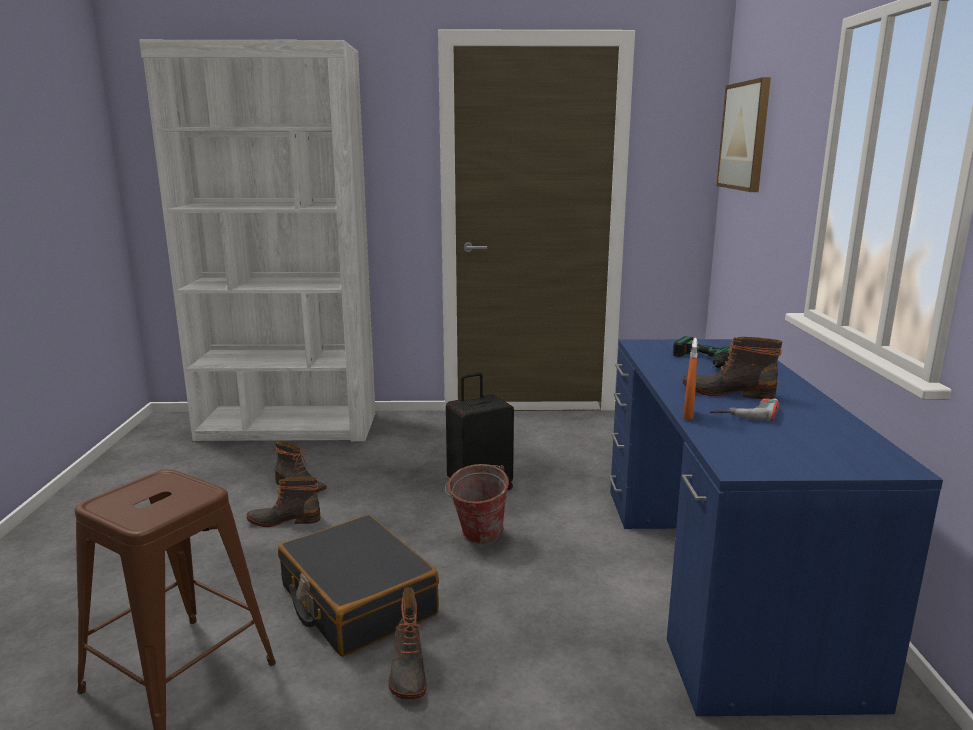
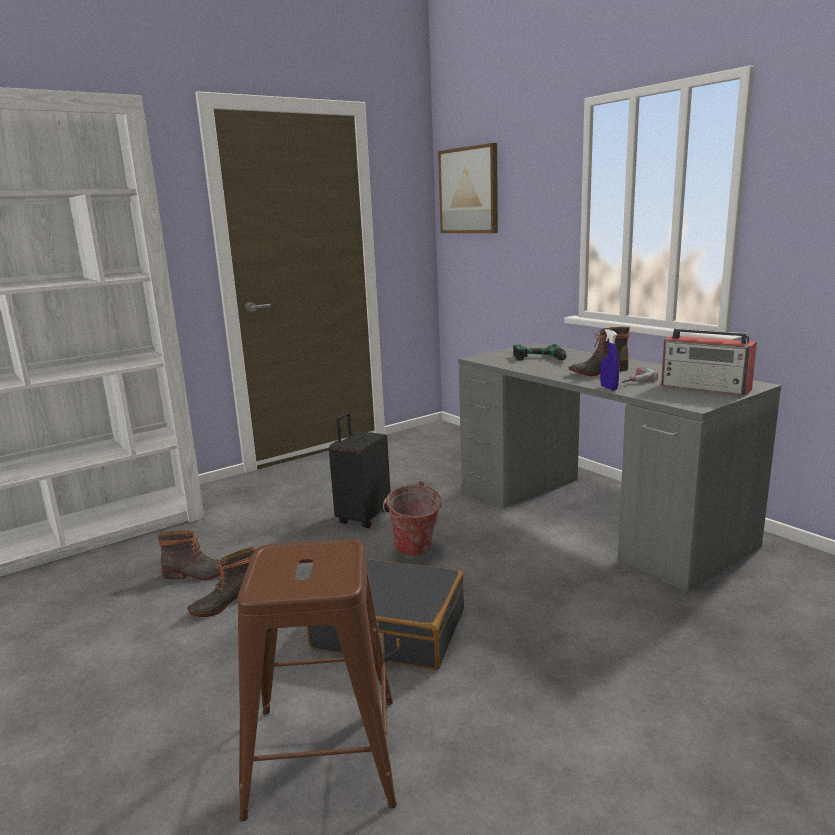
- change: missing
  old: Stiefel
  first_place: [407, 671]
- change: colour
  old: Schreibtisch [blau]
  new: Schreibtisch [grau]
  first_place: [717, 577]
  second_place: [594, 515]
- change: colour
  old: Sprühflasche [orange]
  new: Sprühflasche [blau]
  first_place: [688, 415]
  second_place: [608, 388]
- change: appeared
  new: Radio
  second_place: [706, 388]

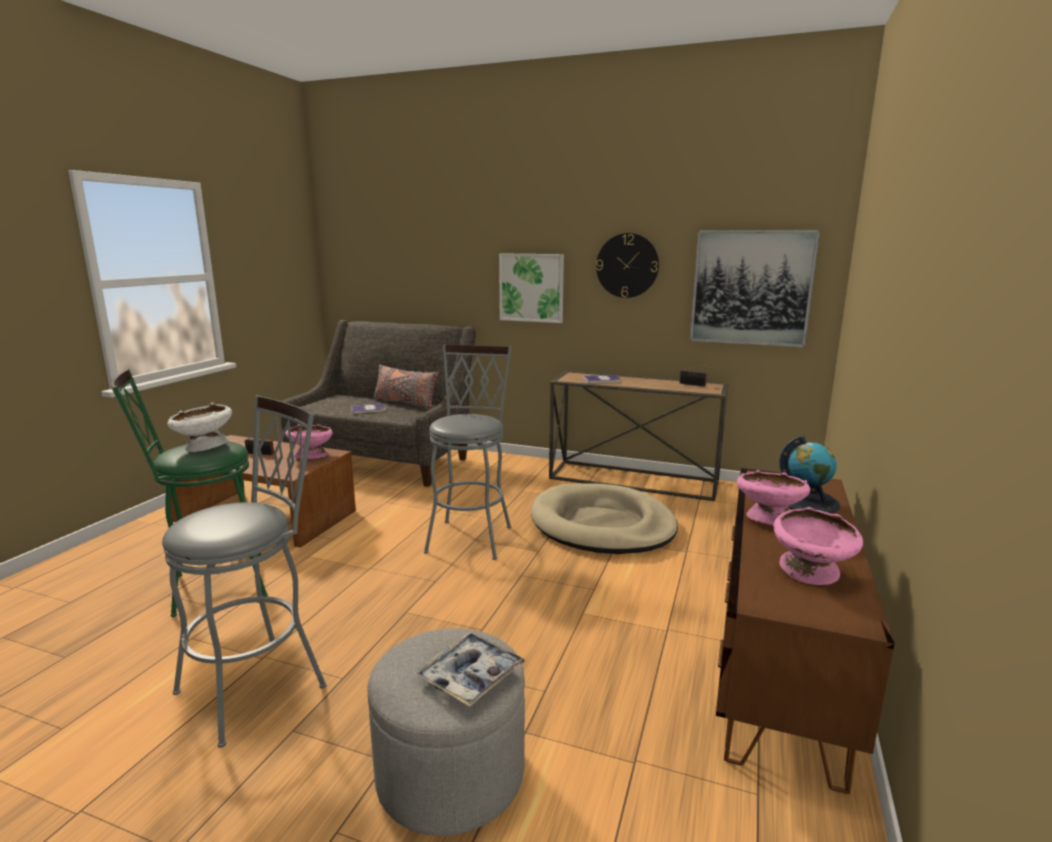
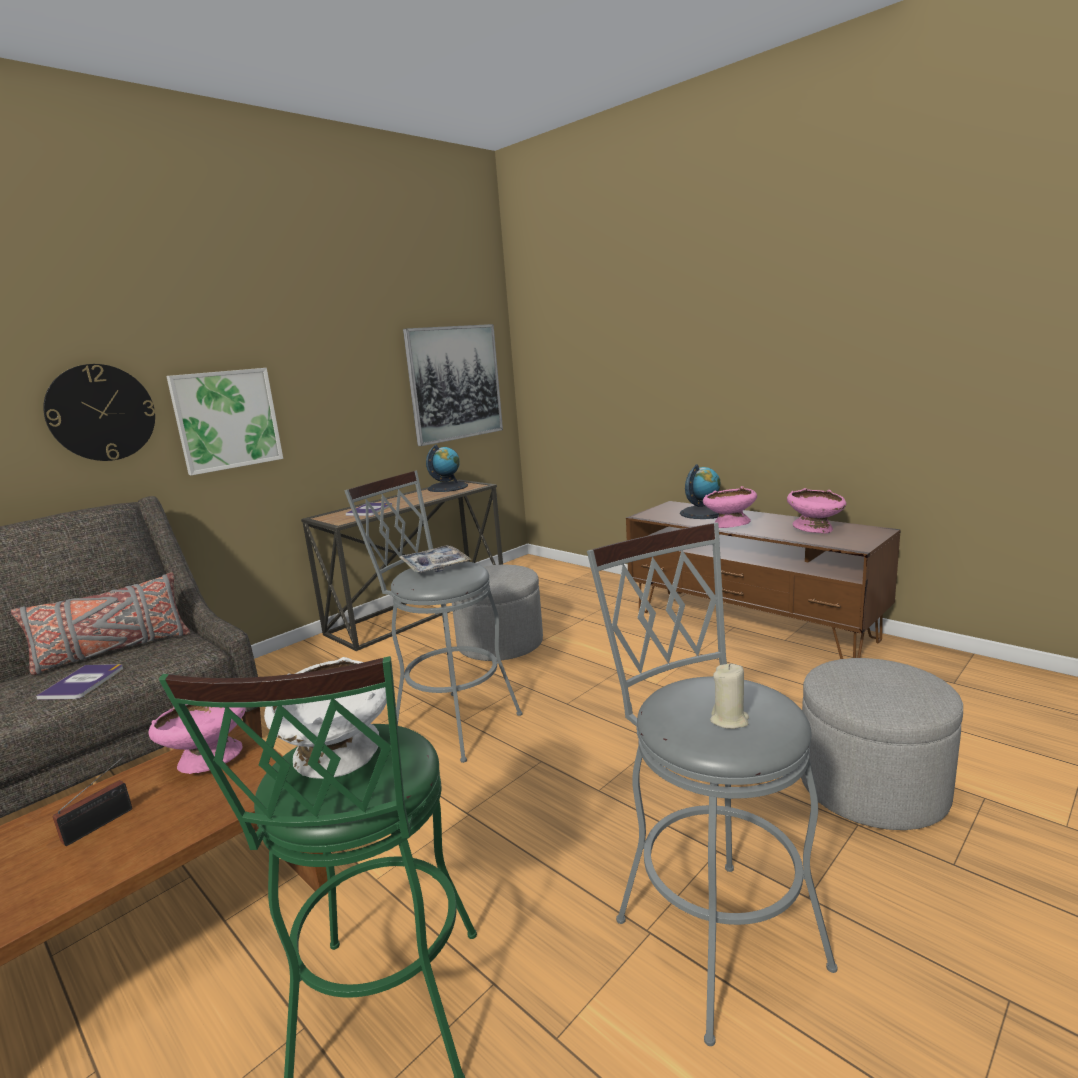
- change: relocated
  old: Tablett
  first_place: [470, 676]
  second_place: [435, 566]
- change: exchanged
  old: Hundebett [beige]
  new: Polsterhocker [grau]
  first_place: [602, 525]
  second_place: [500, 643]
- change: relocated
  old: Wanduhr
  first_place: [627, 265]
  second_place: [101, 412]
- change: exchanged
  old: Radio
  new: Globus
  first_place: [693, 384]
  second_place: [447, 487]
- change: appeared
  new: Kerze [beige]
  second_place: [729, 720]

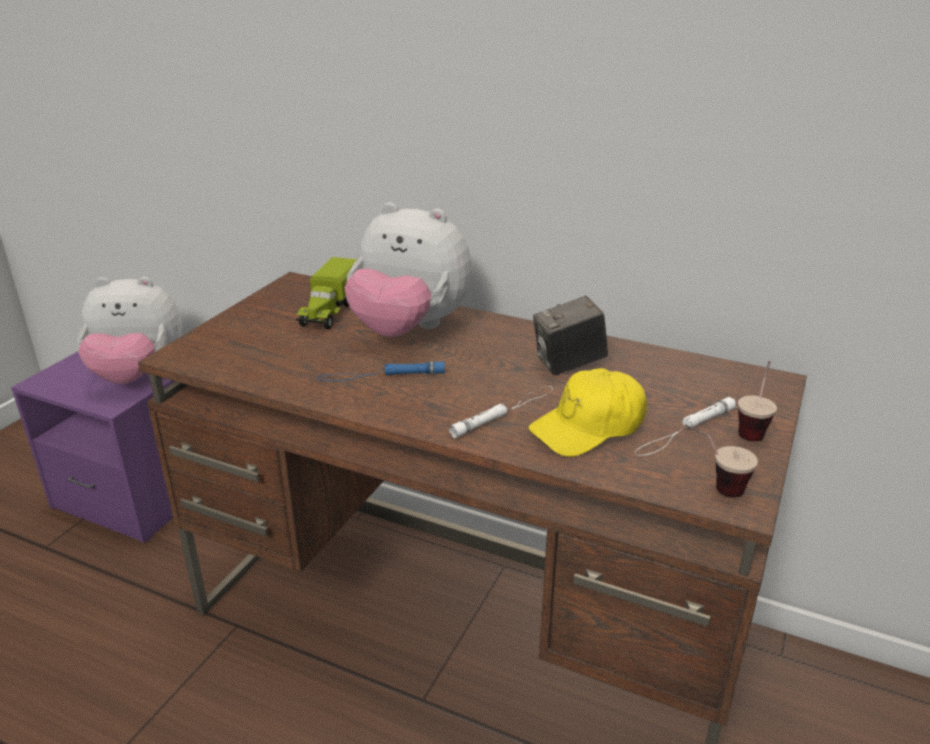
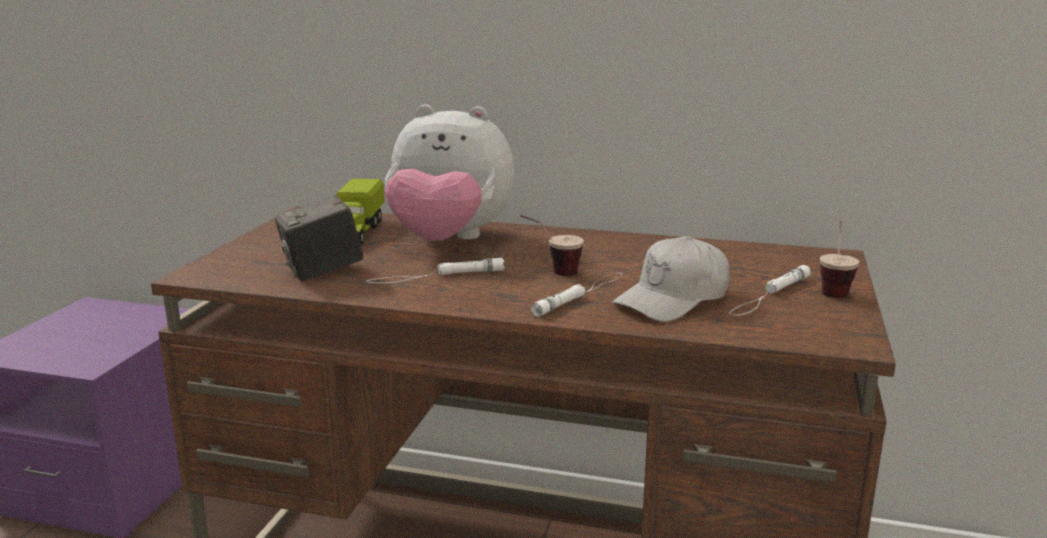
- change: missing
  old: Plüschtier
  first_place: [138, 374]
- change: colour
  old: Taschenlampe [blau]
  new: Taschenlampe [weiß]
  first_place: [381, 375]
  second_place: [436, 276]
- change: colour
  old: Kappe [gelb]
  new: Kappe [weiß]
  first_place: [589, 427]
  second_place: [673, 300]
- change: relocated
  old: Kamera
  first_place: [568, 364]
  second_place: [322, 272]
- change: relocated
  old: Tasse
  first_place: [712, 486]
  second_place: [551, 272]

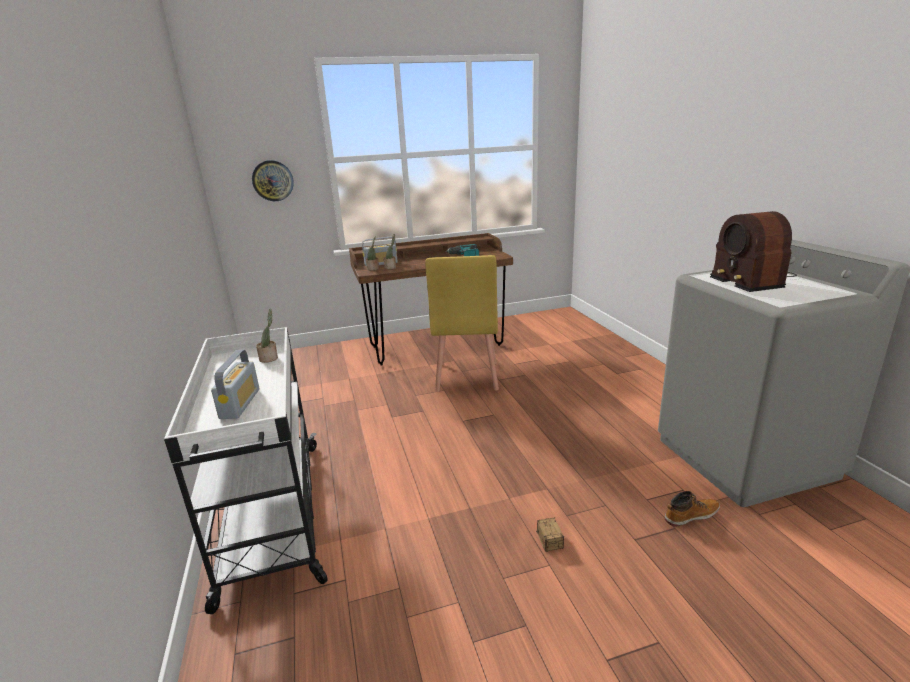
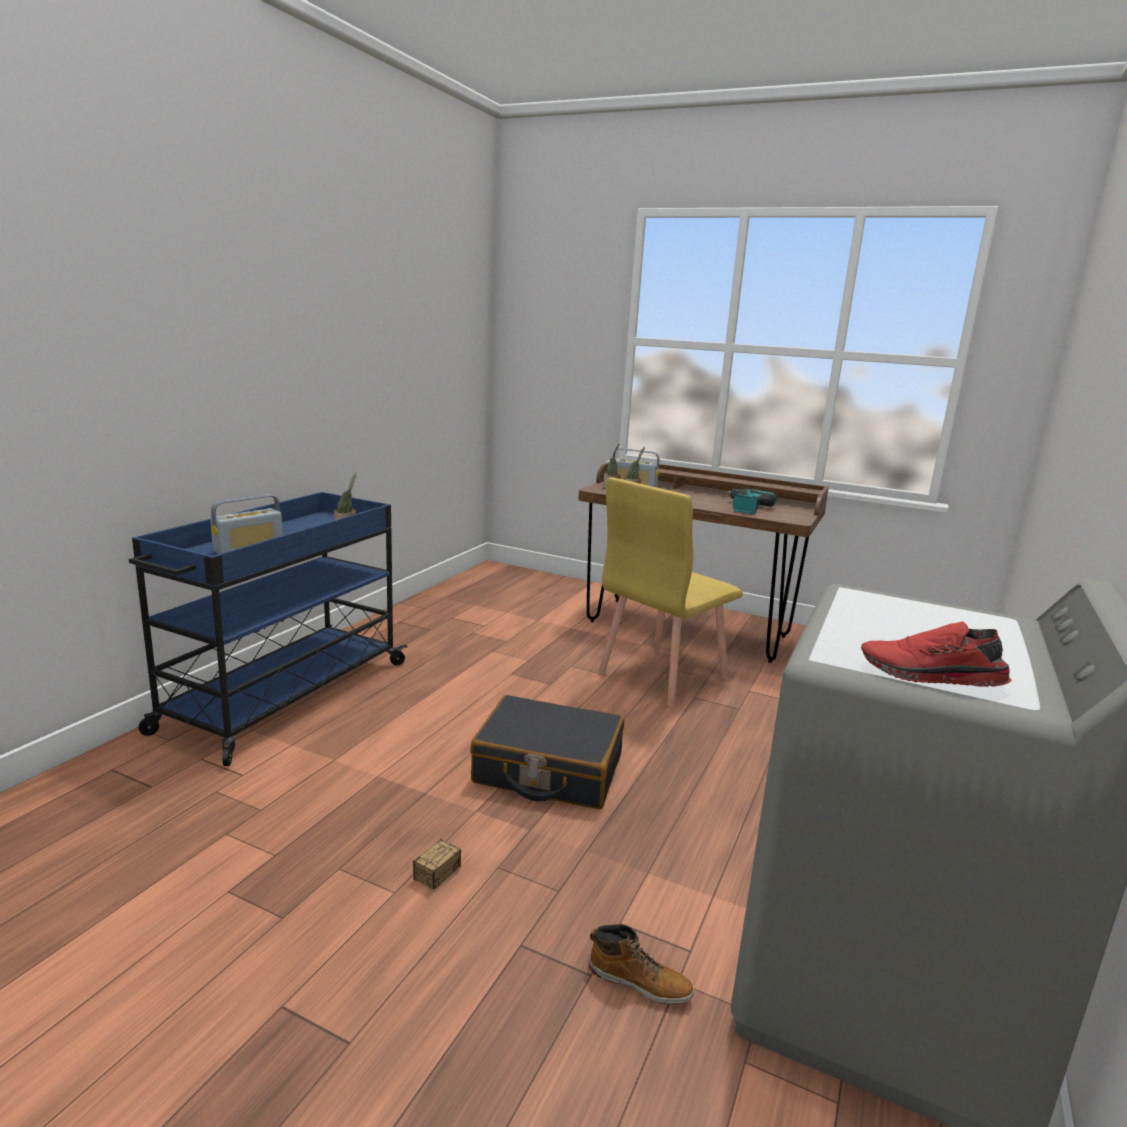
- change: colour
  old: Rollwagen [weiß]
  new: Rollwagen [blau]
  first_place: [272, 516]
  second_place: [284, 697]
- change: missing
  old: Wanduhr
  first_place: [273, 180]
- change: missing
  old: Radio
  first_place: [750, 280]
- change: appeared
  new: Koffer [schwarz]
  second_place: [548, 770]
- change: appeared
  new: Schuh [rot]
  second_place: [930, 676]

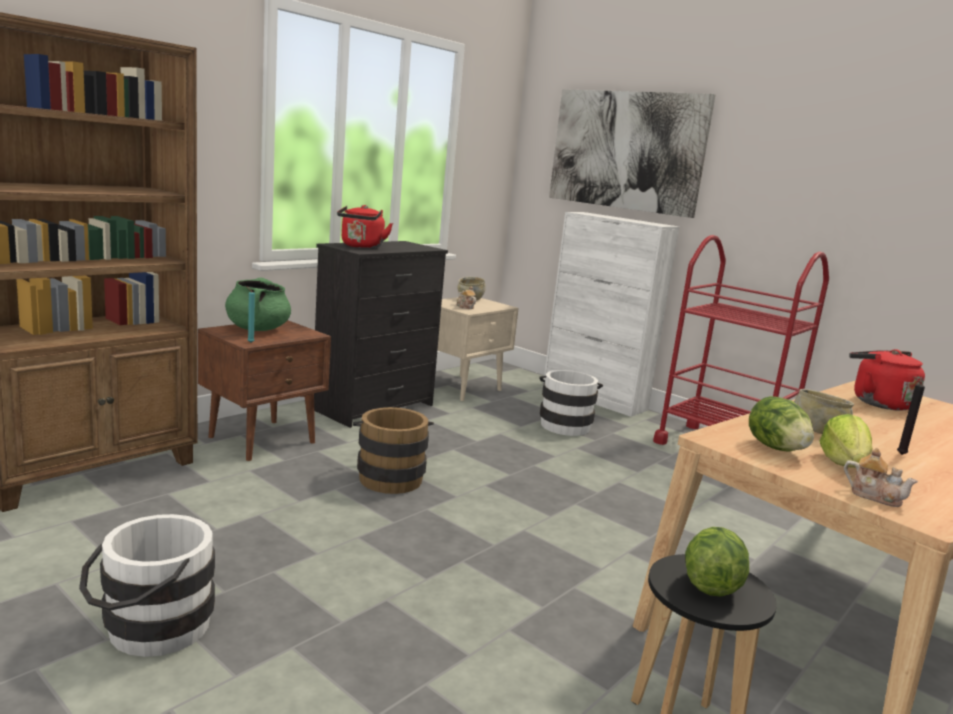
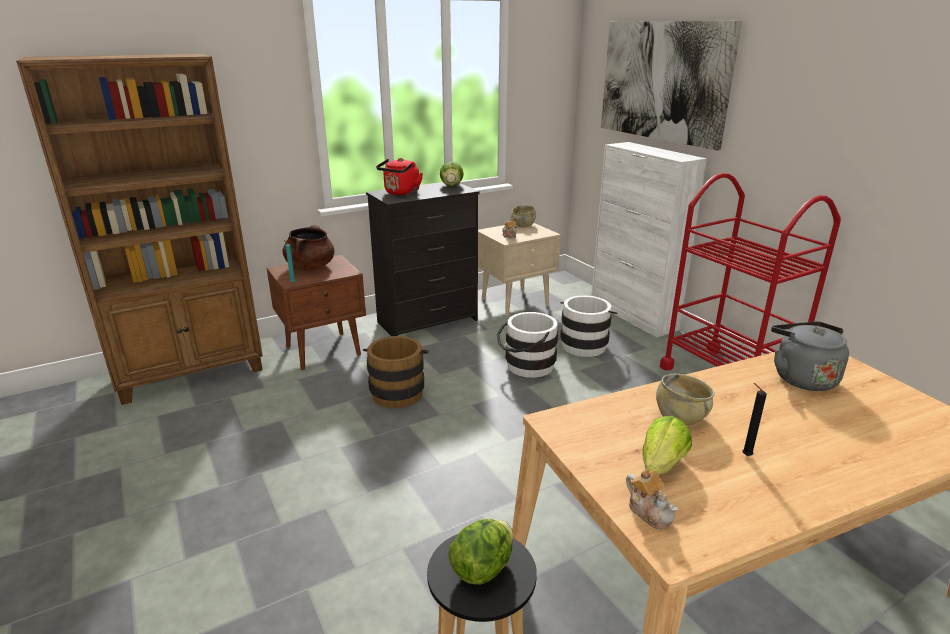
- change: relocated
  old: Eimer [weiß]
  first_place: [149, 630]
  second_place: [525, 367]
- change: colour
  old: Kochtopf [grün]
  new: Kochtopf [braun]
  first_place: [257, 329]
  second_place: [310, 267]
- change: relocated
  old: Salatkopf
  first_place: [776, 448]
  second_place: [451, 185]
- change: colour
  old: Wasserkessel [rot]
  new: Wasserkessel [grau]
  first_place: [878, 402]
  second_place: [801, 377]

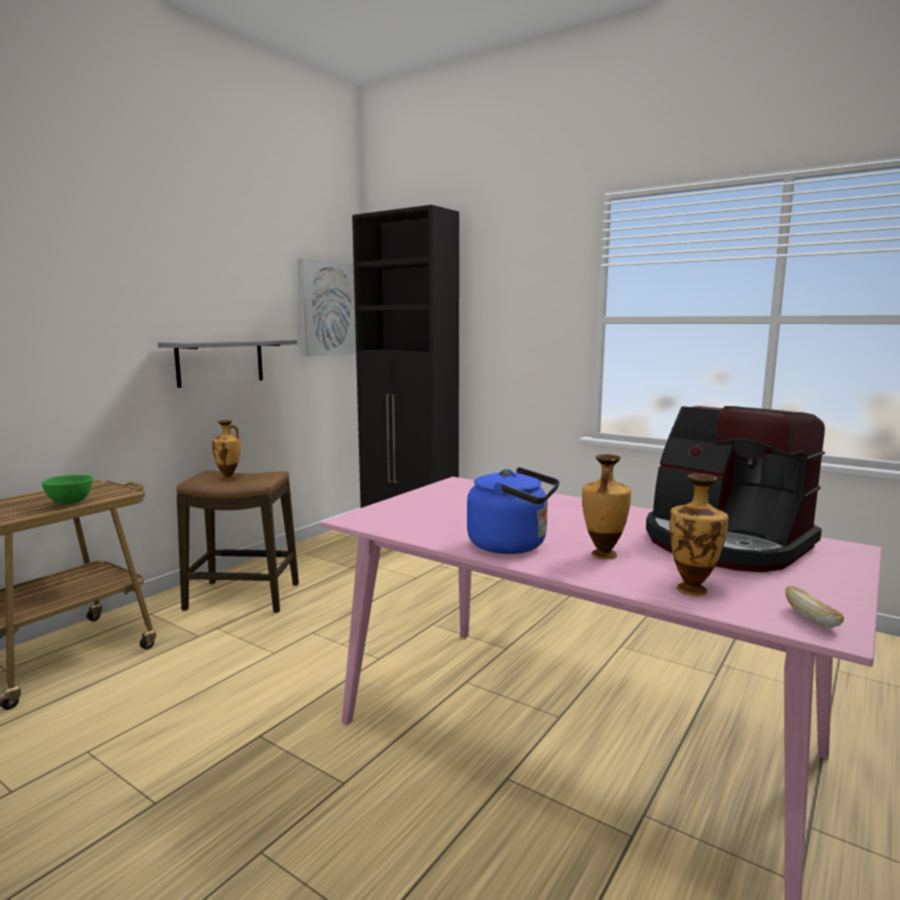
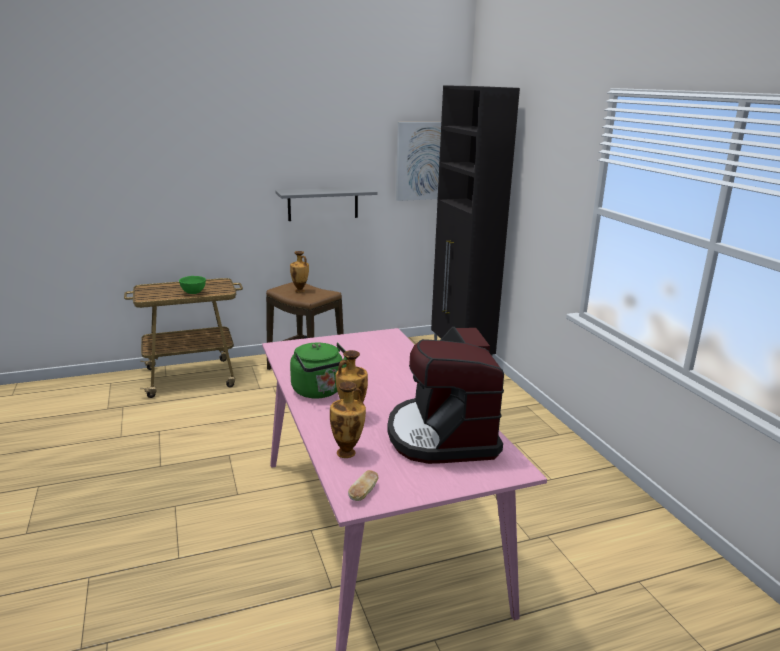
- change: colour
  old: Wasserkessel [blau]
  new: Wasserkessel [grün]
  first_place: [512, 545]
  second_place: [320, 391]

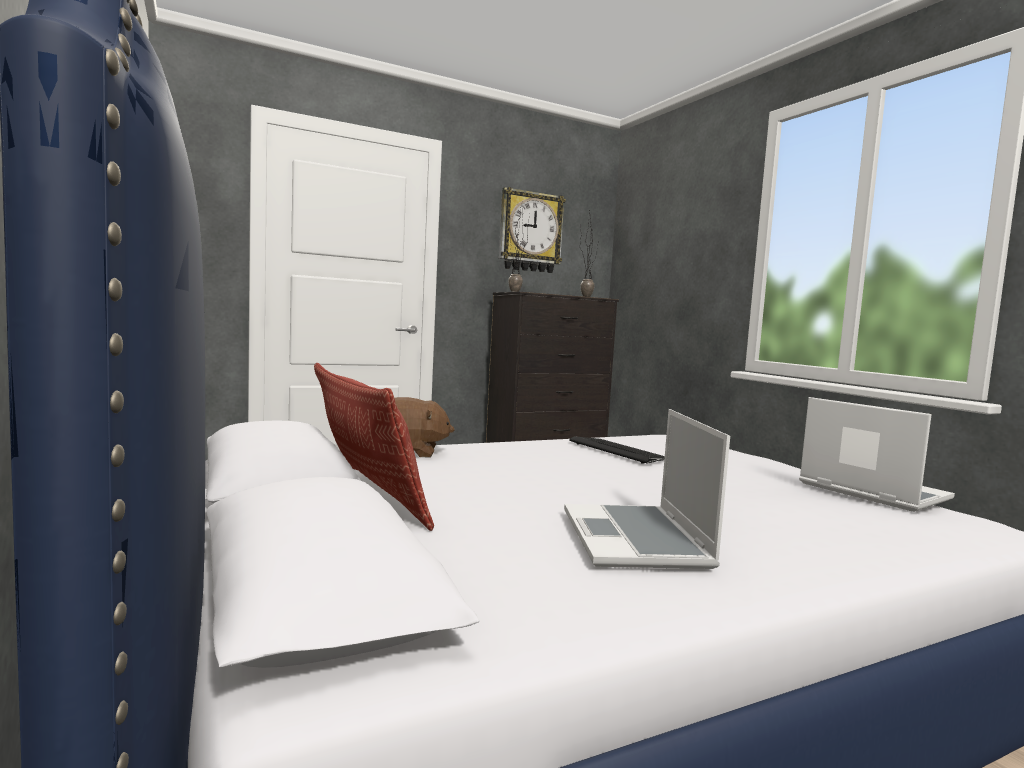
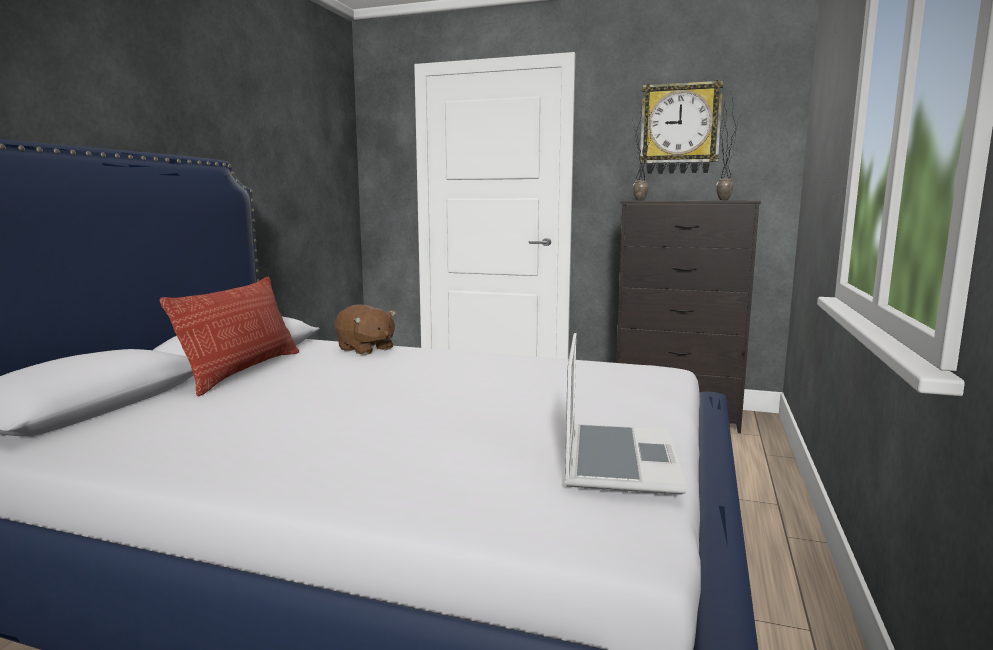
- change: missing
  old: Laptop
  first_place: [636, 540]
- change: missing
  old: Tastatur
  first_place: [619, 451]

